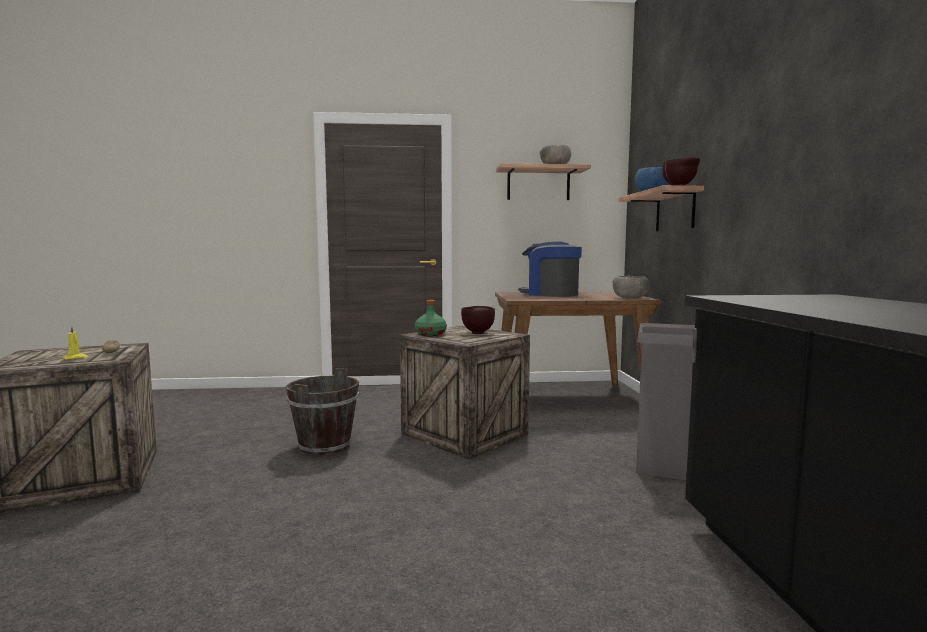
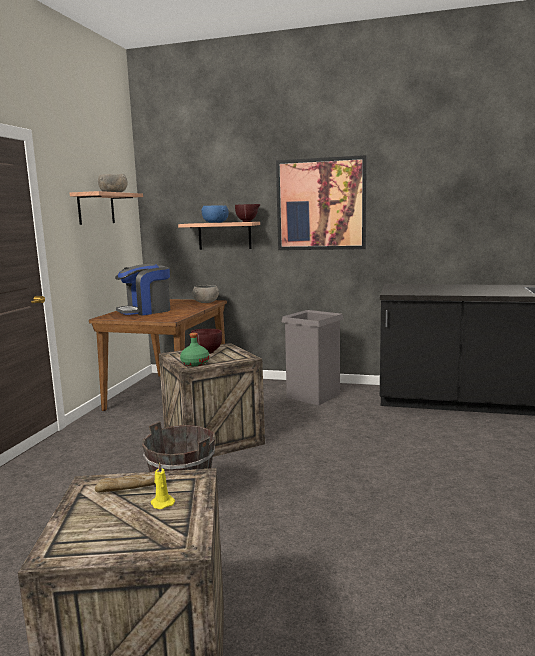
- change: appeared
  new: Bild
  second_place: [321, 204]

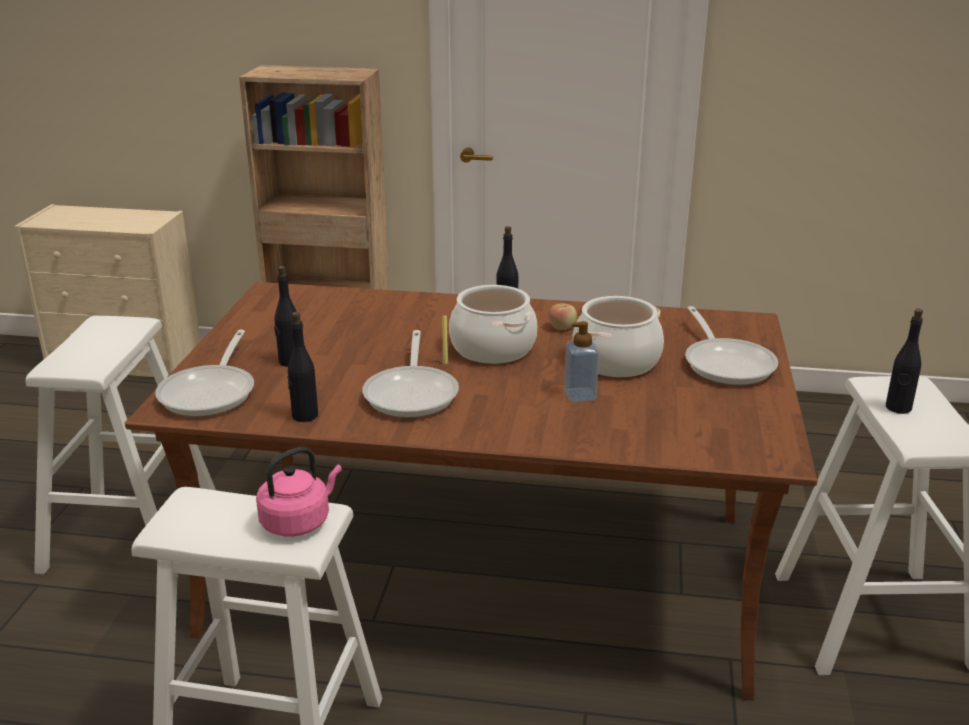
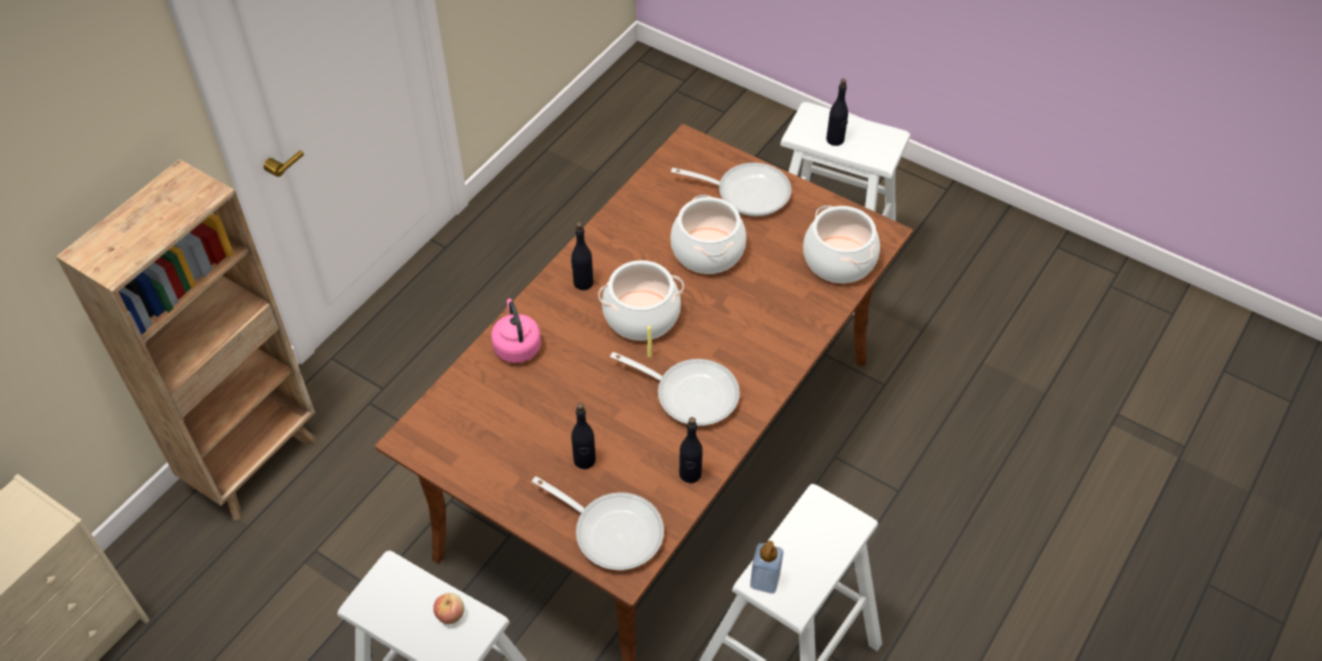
- change: relocated
  old: Wasserkessel [rosa]
  first_place: [298, 521]
  second_place: [516, 346]
- change: relocated
  old: Apfel
  first_place: [562, 328]
  second_place: [450, 614]
- change: relocated
  old: Seifenspender
  first_place: [580, 395]
  second_place: [765, 580]
- change: appeared
  new: Kochtopf
  second_place: [839, 260]

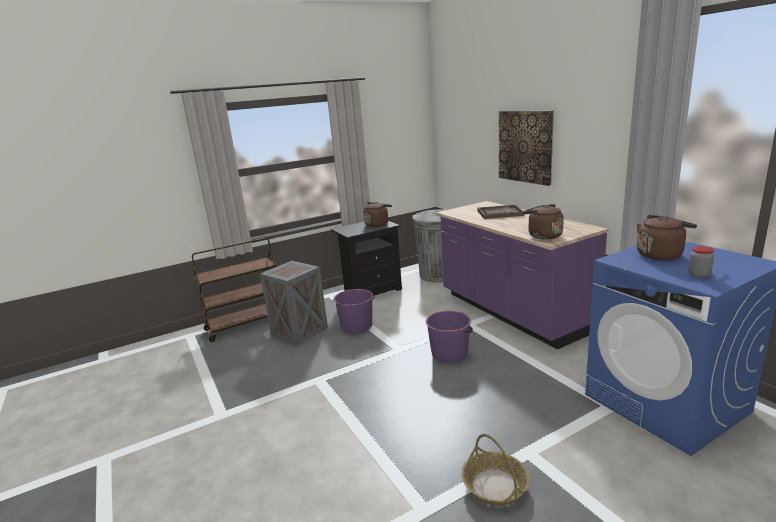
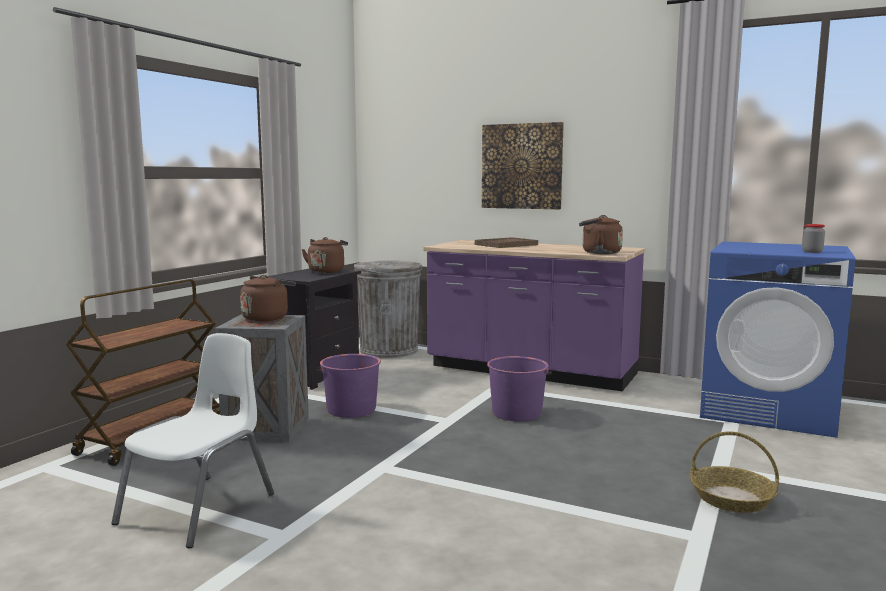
- change: relocated
  old: Wasserkessel [braun]
  first_place: [661, 254]
  second_place: [267, 318]
- change: appeared
  new: Stuhl [weiß]
  second_place: [199, 509]

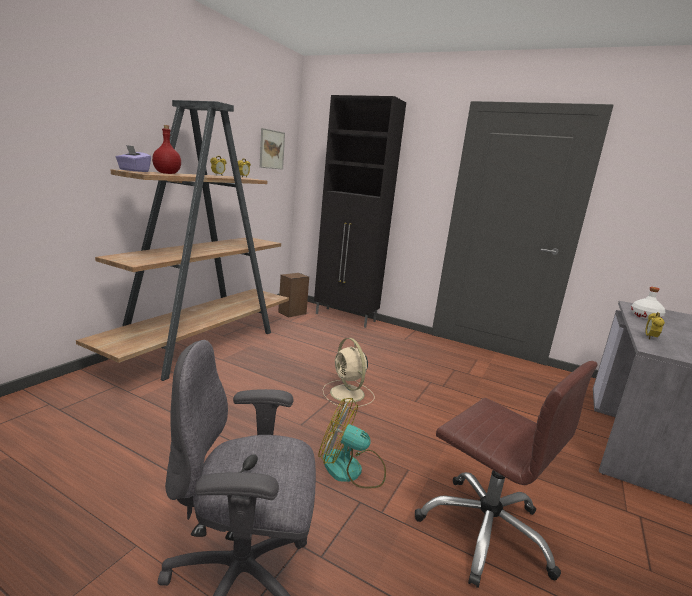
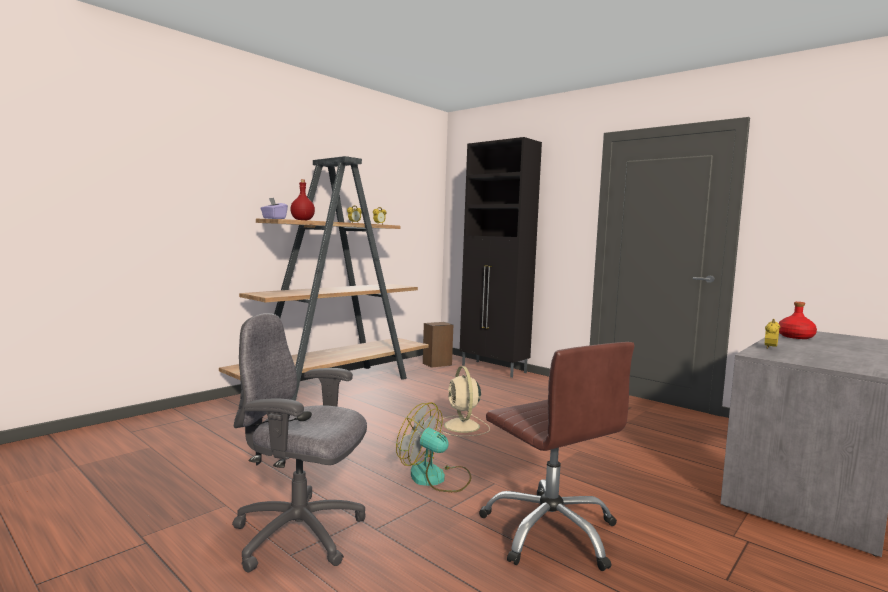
- change: missing
  old: Bild
  first_place: [271, 149]
- change: colour
  old: Flasche [weiß]
  new: Flasche [rot]
  first_place: [645, 316]
  second_place: [795, 337]

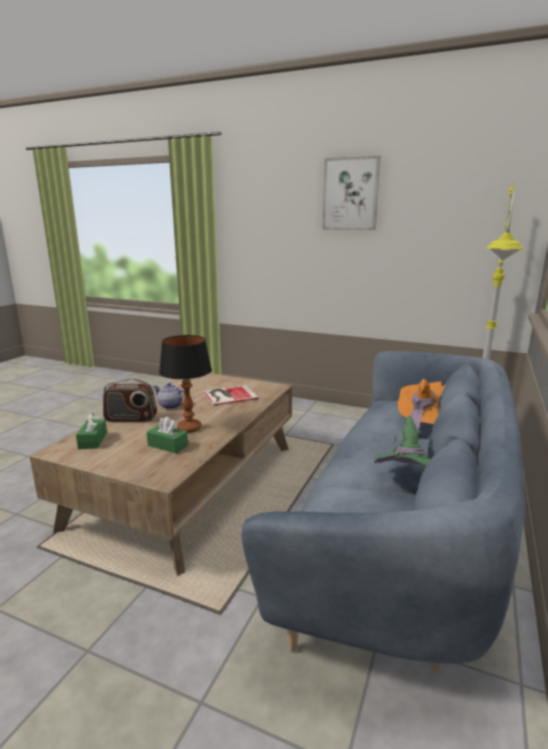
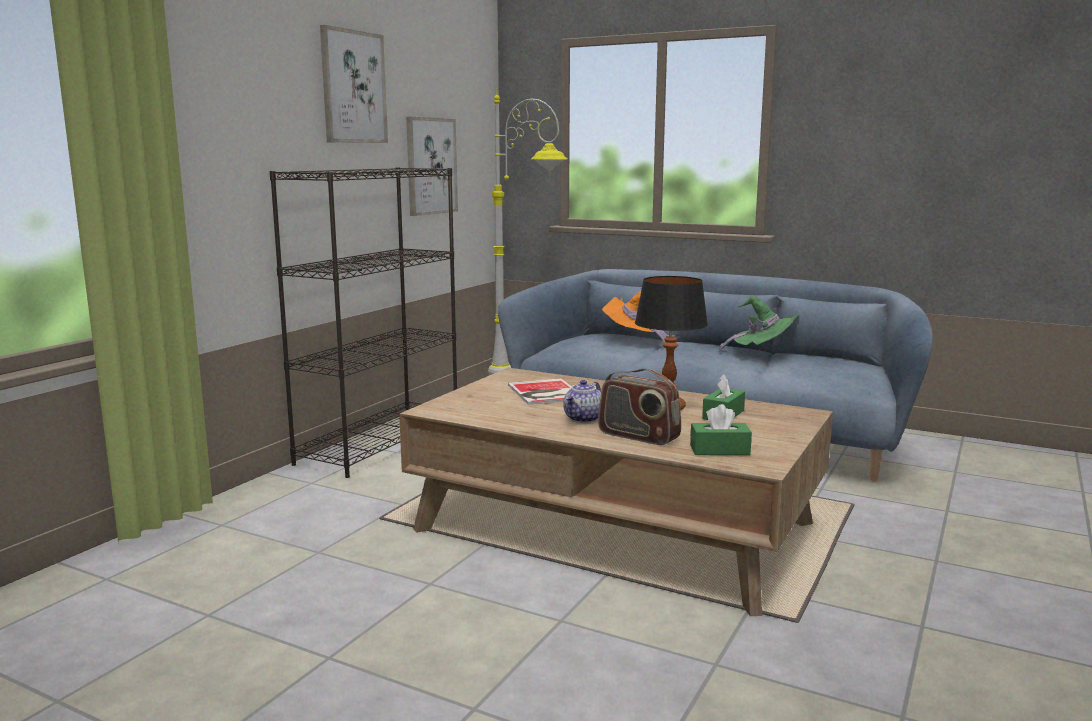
- change: spun
  old: Radio
  first_place: [131, 419]
  second_place: [638, 436]
  degrees: 120
- change: appeared
  new: Bücherregal [schwarz]
  second_place: [380, 443]
- change: appeared
  new: Bild
  second_place: [431, 166]

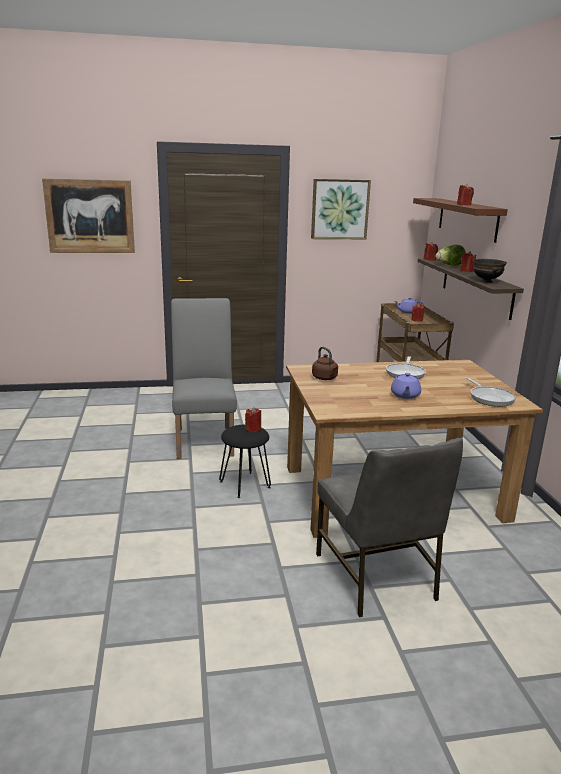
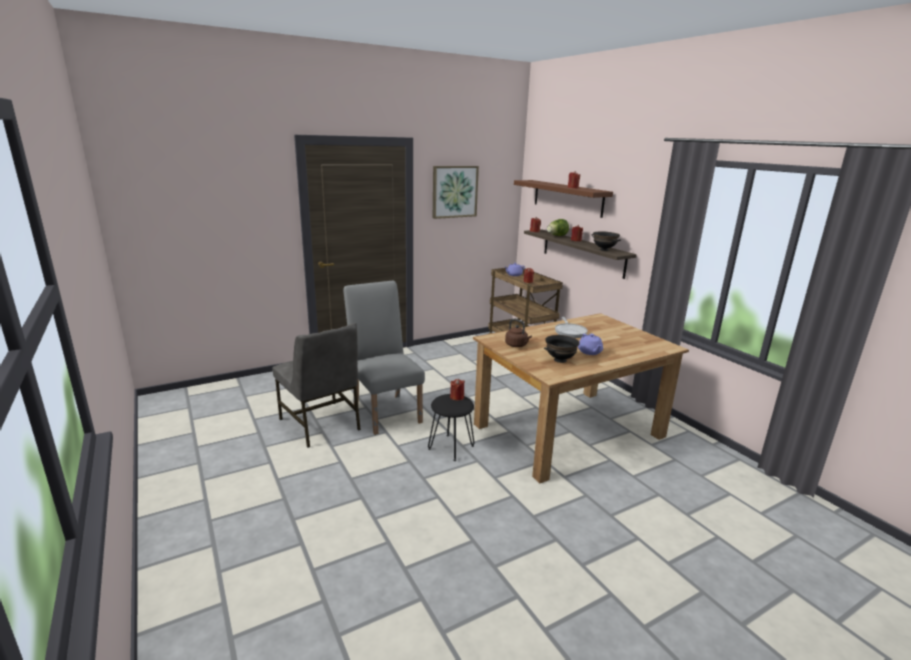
- change: missing
  old: Bild
  first_place: [90, 216]
- change: relocated
  old: Stuhl [grau]
  first_place: [376, 577]
  second_place: [321, 424]
- change: missing
  old: Pfanne
  first_place: [490, 398]
- change: appeared
  new: Schüssel [schwarz]
  second_place: [560, 360]

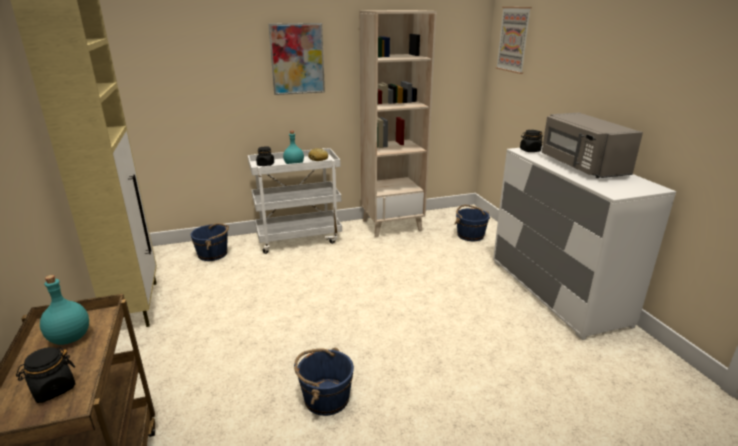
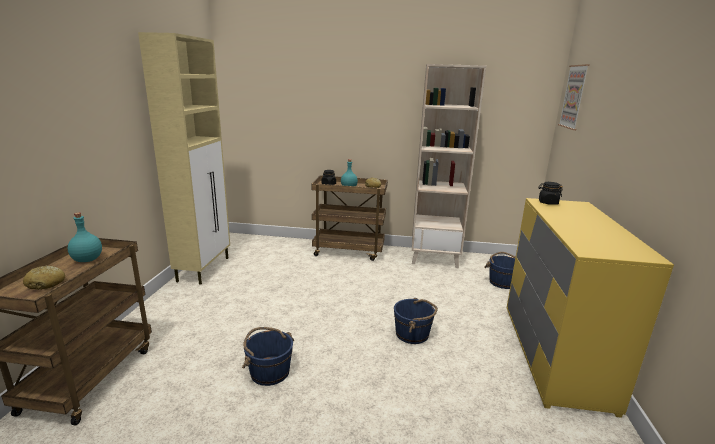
- change: exchanged
  old: Vorratsglas [schwarz]
  new: Brot
  first_place: [53, 389]
  second_place: [46, 284]
- change: relocated
  old: Eimer [blau]
  first_place: [213, 254]
  second_place: [413, 334]
- change: colour
  old: Rollwagen [weiß]
  new: Rollwagen [braun]
  first_place: [299, 238]
  second_place: [349, 251]
- change: missing
  old: Bild
  first_place: [297, 59]
- change: colour
  old: Kommode [weiß]
  new: Kommode [gelb]
  first_place: [556, 291]
  second_place: [554, 354]
- change: missing
  old: Mikrowelle [grau]
  first_place: [581, 166]

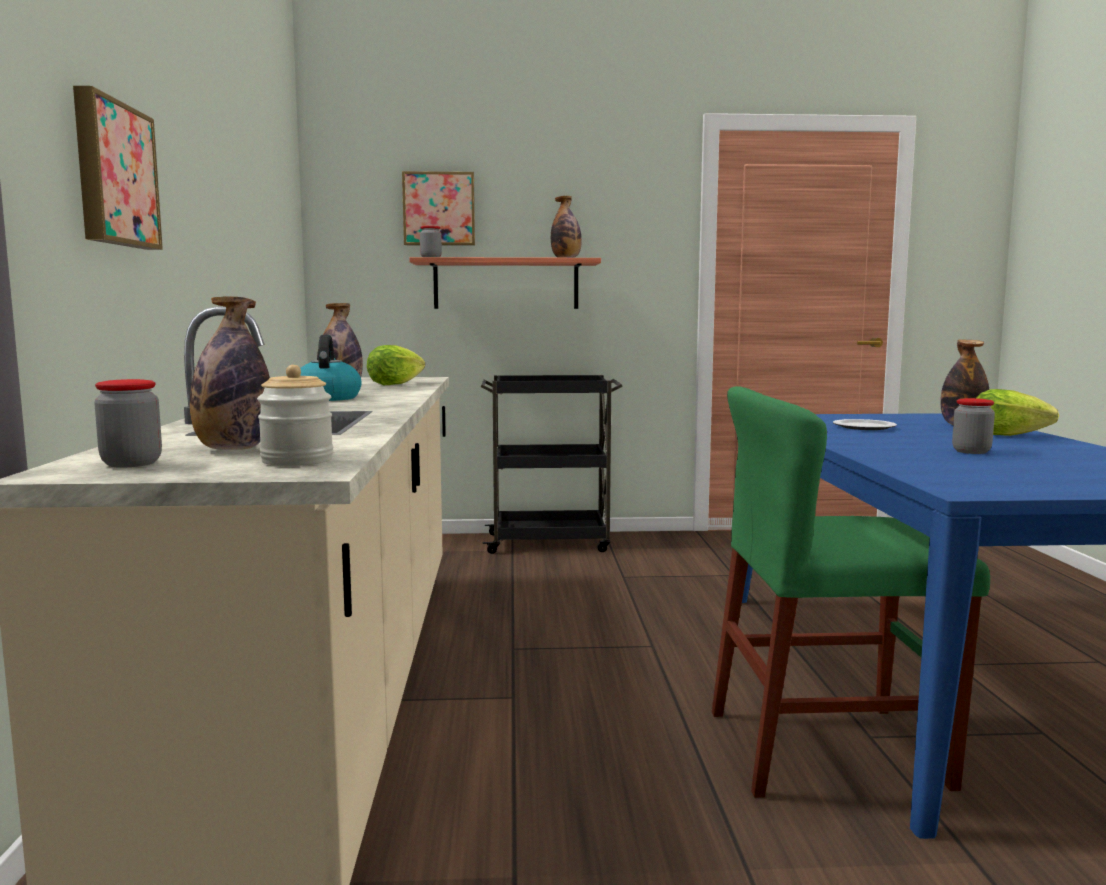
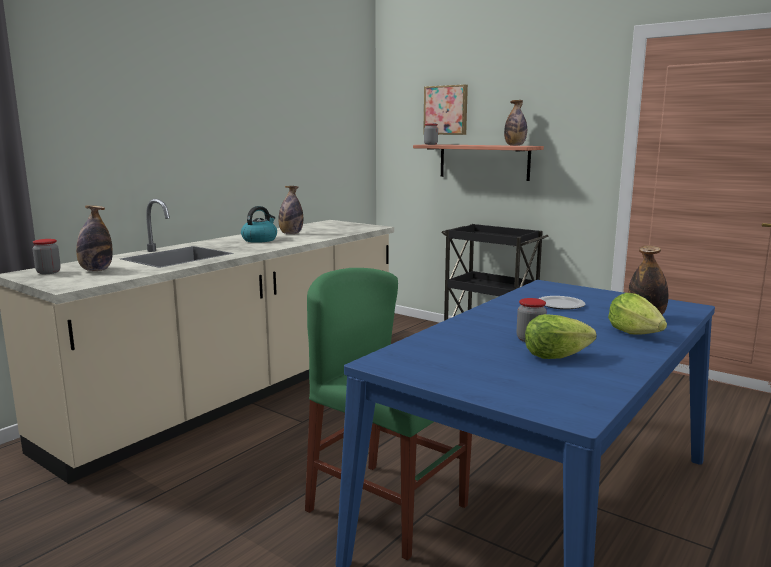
- change: missing
  old: Bild
  first_place: [113, 175]
- change: missing
  old: Vorratsglas
  first_place: [297, 460]
- change: relocated
  old: Salatkopf
  first_place: [394, 384]
  second_place: [555, 356]

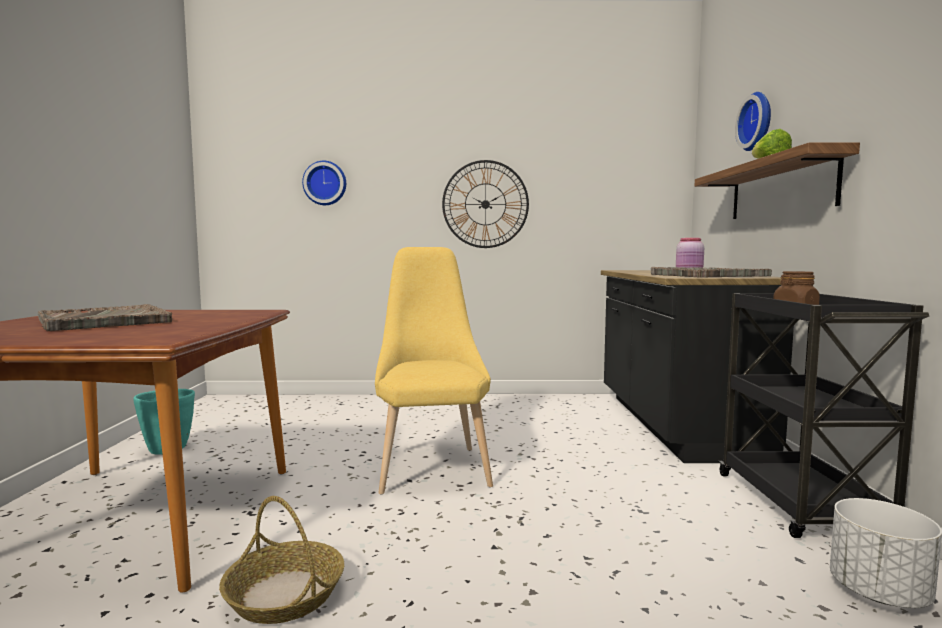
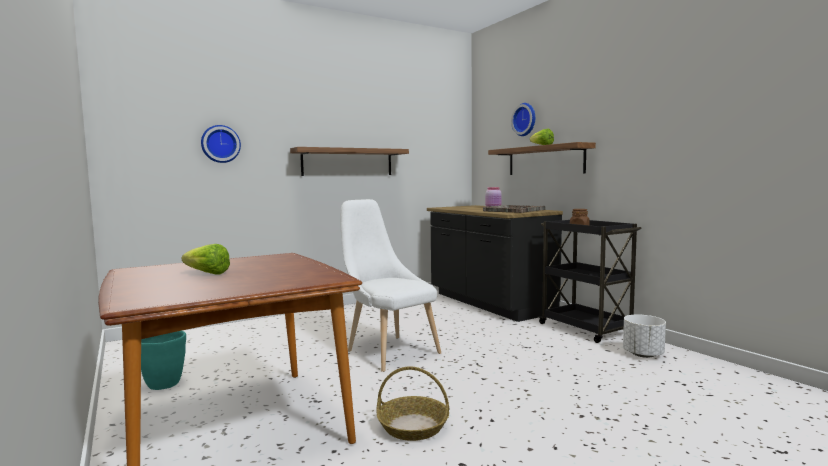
- change: exchanged
  old: Tablett [grau]
  new: Salatkopf
  first_place: [104, 320]
  second_place: [204, 273]
- change: colour
  old: Stuhl [gelb]
  new: Stuhl [weiß]
  first_place: [432, 466]
  second_place: [388, 351]
- change: exchanged
  old: Wanduhr
  new: Wandregal
  first_place: [485, 204]
  second_place: [347, 162]

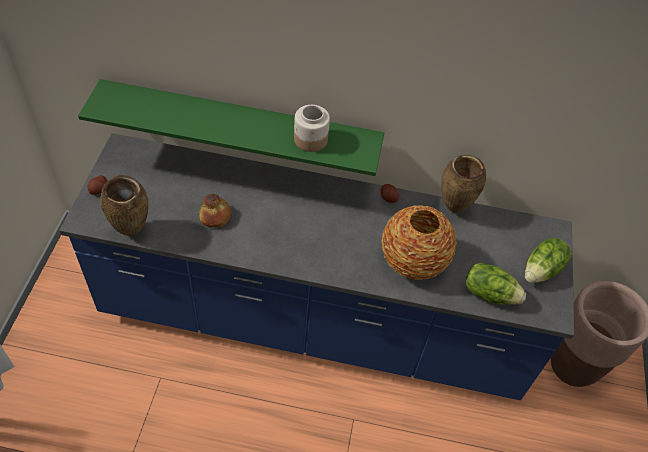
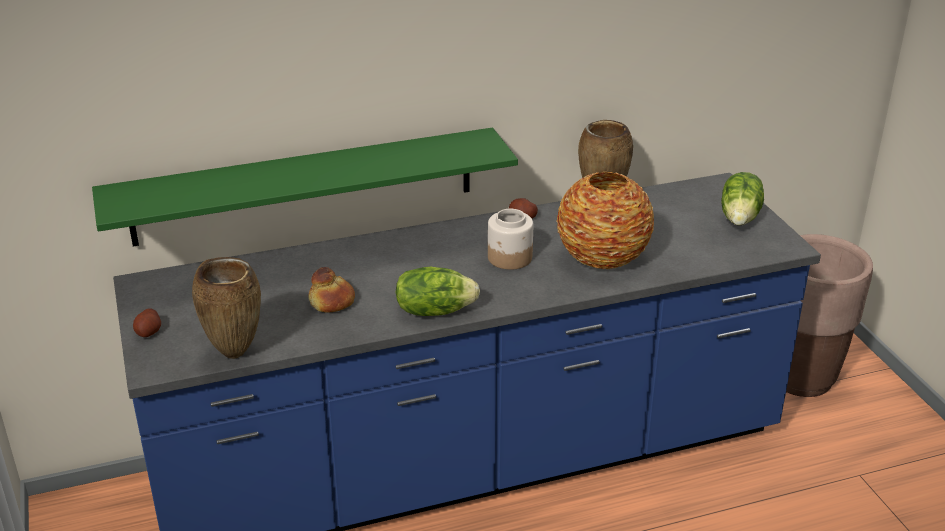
- change: relocated
  old: Vorratsglas
  first_place: [310, 140]
  second_place: [510, 258]
- change: relocated
  old: Salatkopf
  first_place: [489, 293]
  second_place: [434, 310]

